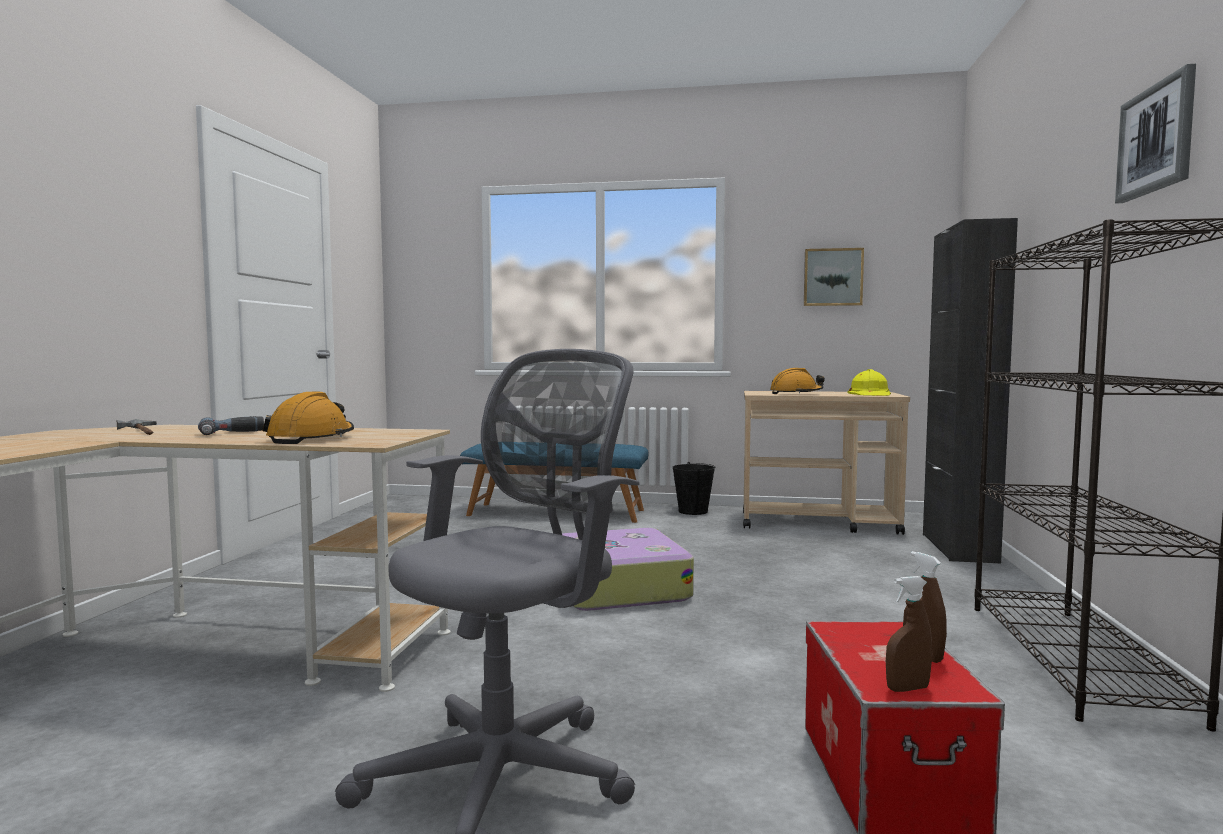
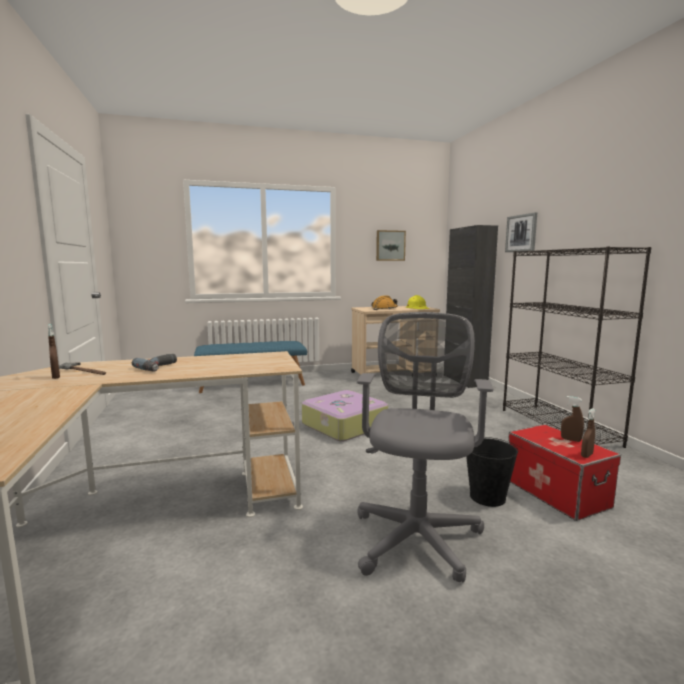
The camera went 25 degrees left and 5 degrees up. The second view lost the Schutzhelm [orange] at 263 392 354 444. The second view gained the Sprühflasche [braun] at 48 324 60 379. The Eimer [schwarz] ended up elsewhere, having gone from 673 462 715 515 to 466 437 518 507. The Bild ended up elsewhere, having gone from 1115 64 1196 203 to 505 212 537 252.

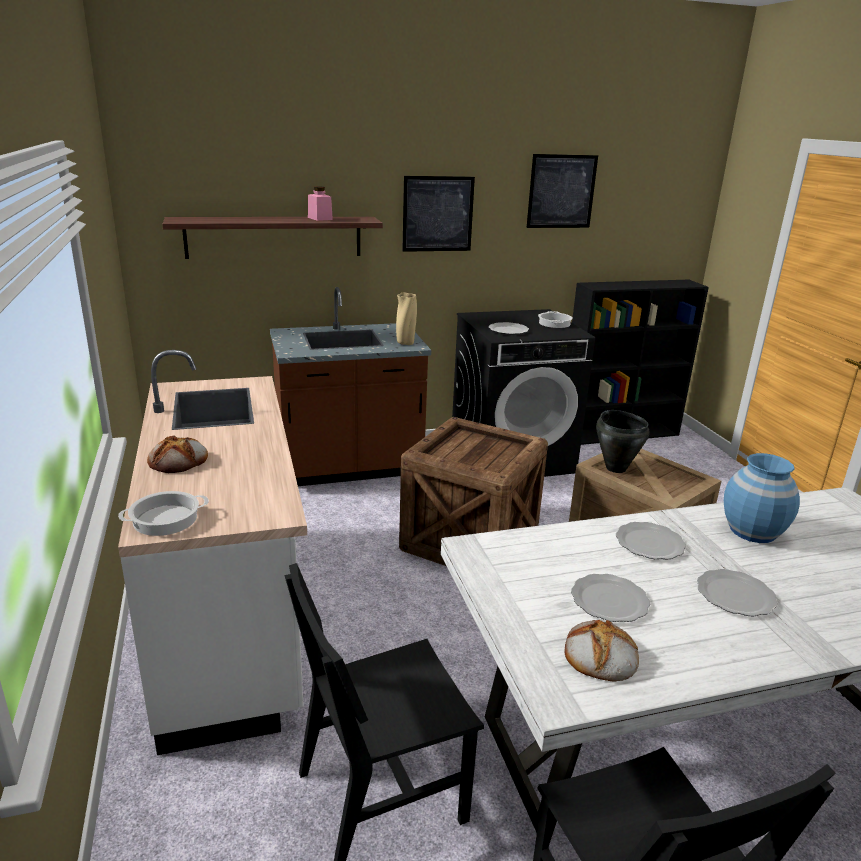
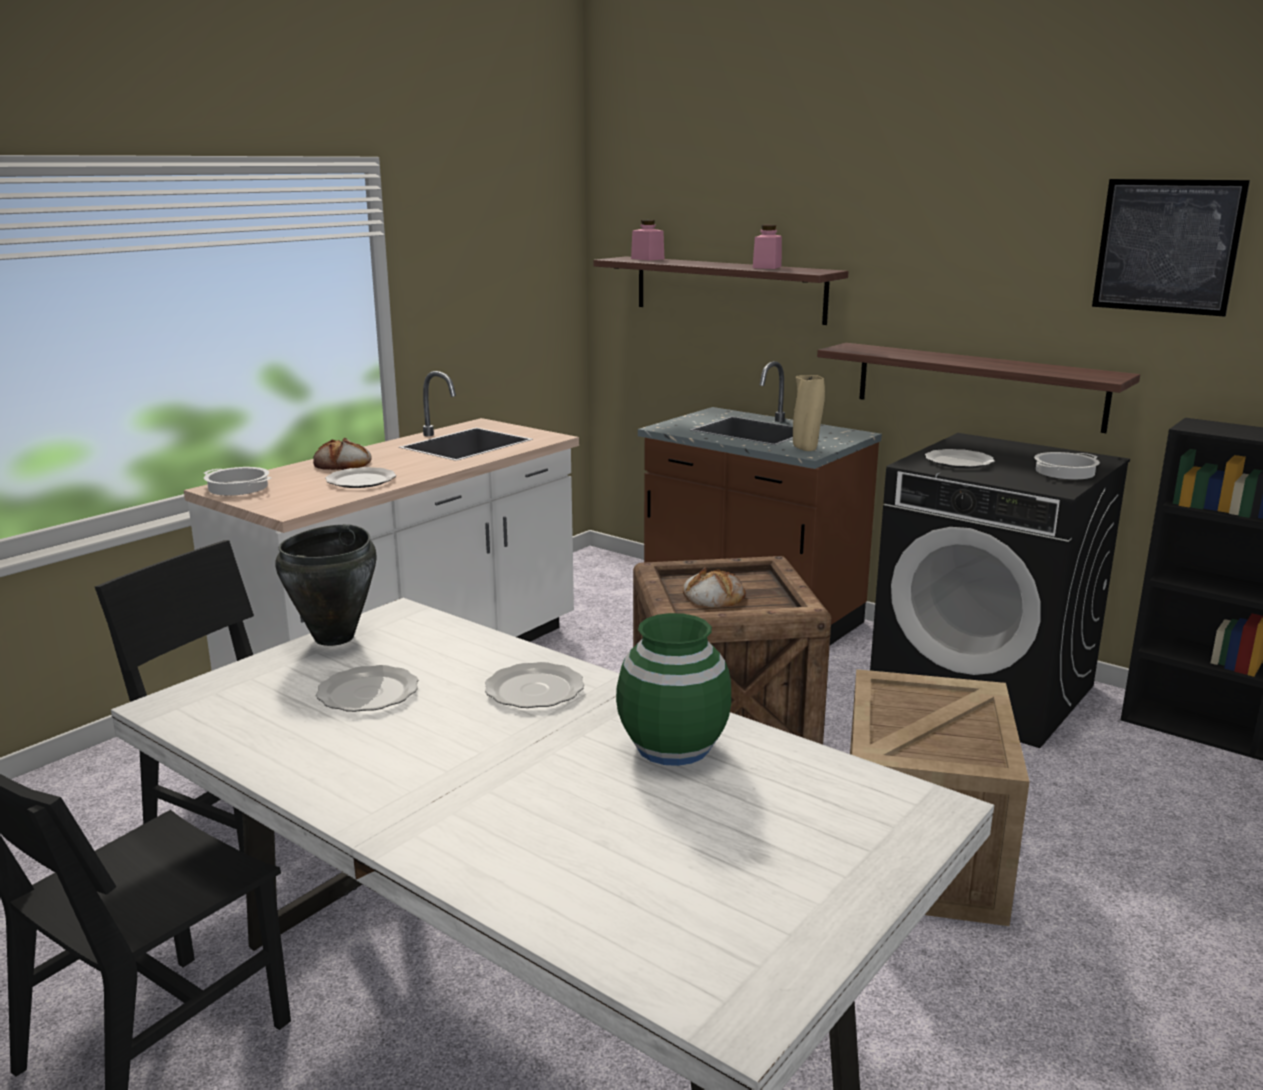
The camera went 55 degrees right and 5 degrees down. The second view lost the Bild at 402 176 475 252. The second view gained the Vorratsglas [rosa] at 631 220 664 261. The second view gained the Wandregal at 817 343 1140 433. The Brot ended up elsewhere, having gone from 565 620 639 682 to 683 567 746 608. The Kochtopf [schwarz] ended up elsewhere, having gone from 596 410 650 473 to 275 524 377 646. The Teller ended up elsewhere, having gone from 697 569 778 616 to 325 467 396 488. What was the Vase [blau] at 724 453 800 543 turned into the Vase [grün] at 616 613 731 766.

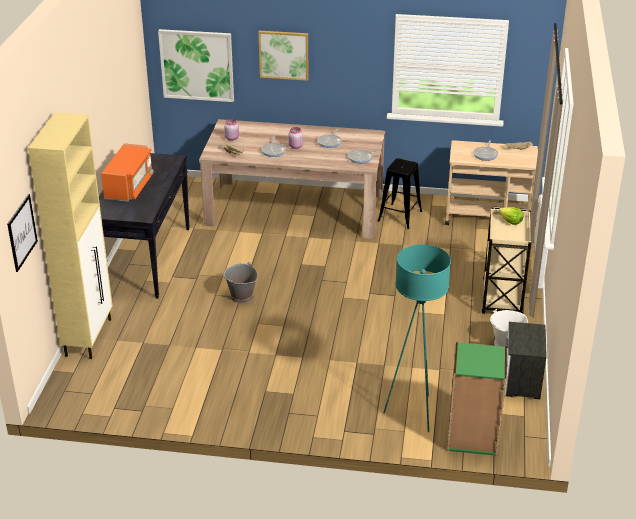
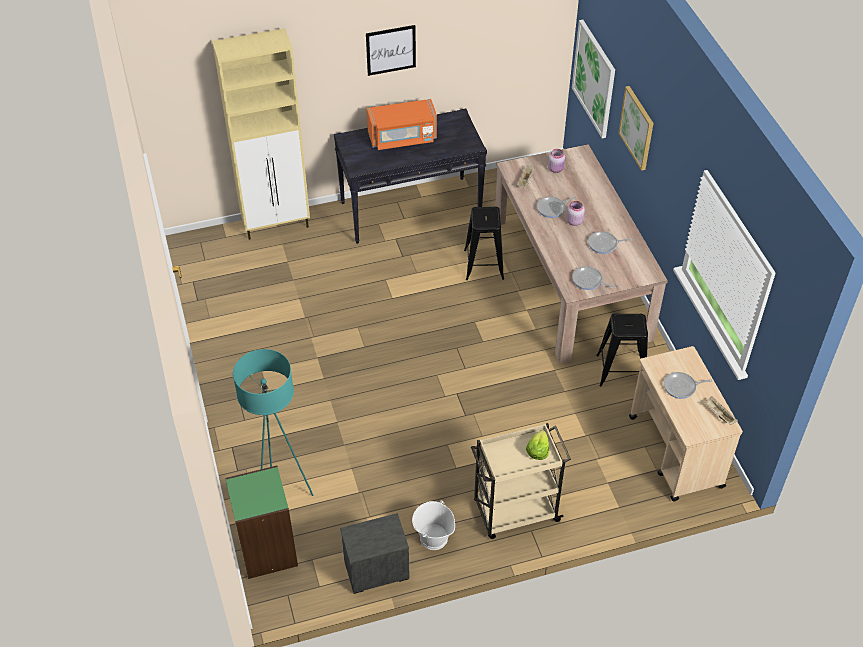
The camera went 65 degrees right and 15 degrees up. The second view lost the Eimer [grau] at 223 262 258 303. The second view gained the Hocker [schwarz] at 464 207 504 280. The Bild ended up elsewhere, having gone from 7 194 38 272 to 366 25 416 76.

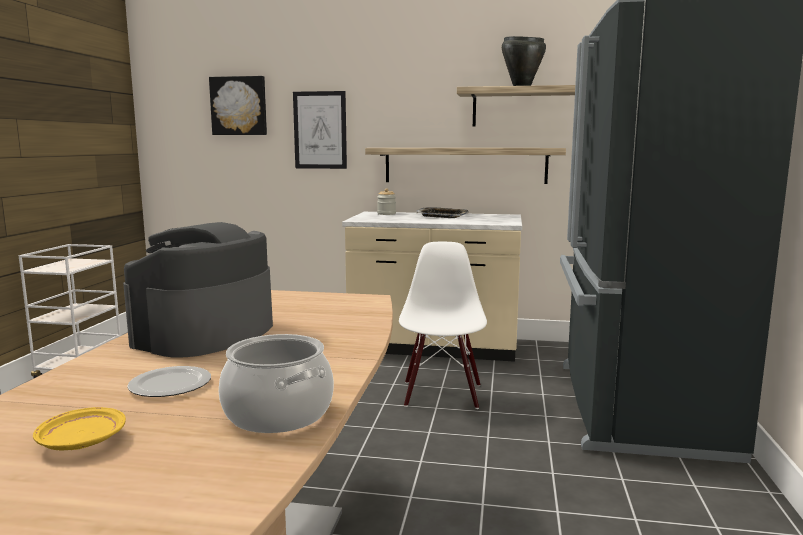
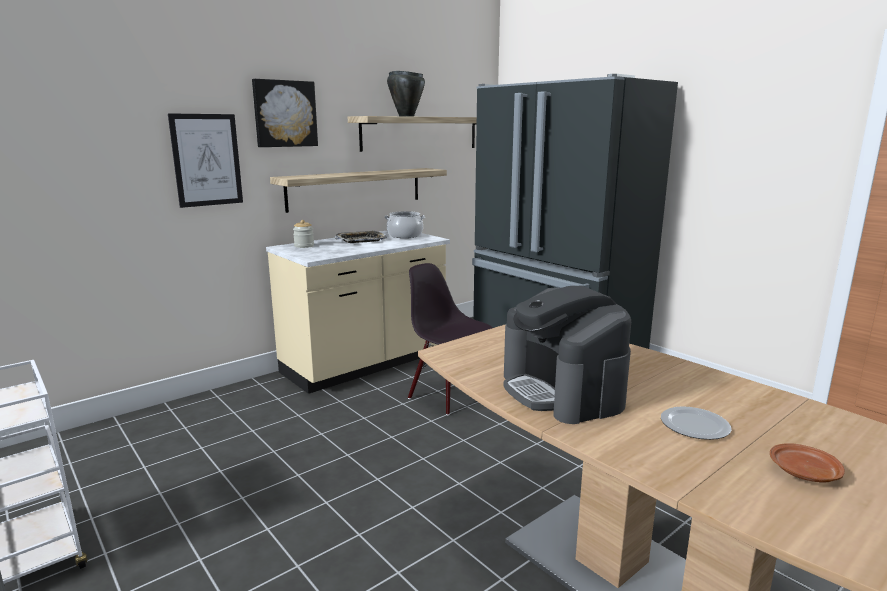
The camera went 50 degrees left and 5 degrees up. The Bild ended up elsewhere, having gone from 209 76 267 135 to 252 79 318 147. The Kochtopf ended up elsewhere, having gone from 219 334 334 433 to 384 211 425 238. What was the Teller [gelb] at 33 407 126 450 turned into the Teller [braun] at 770 443 845 482. What was the Stuhl [weiß] at 399 242 487 409 turned into the Stuhl [schwarz] at 408 263 493 415.

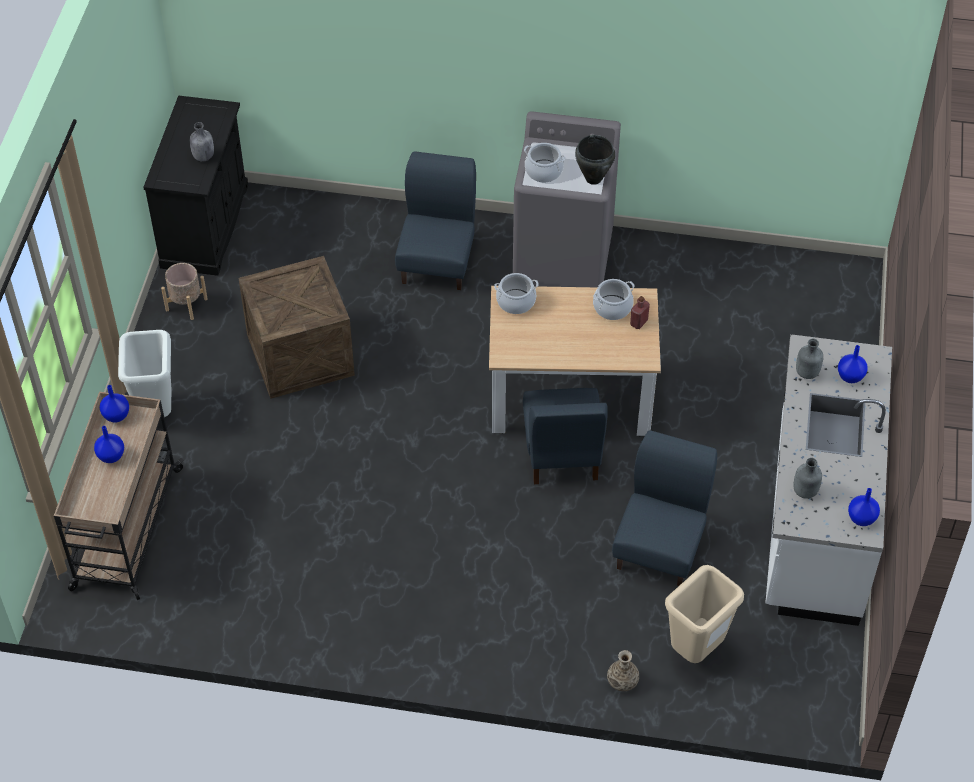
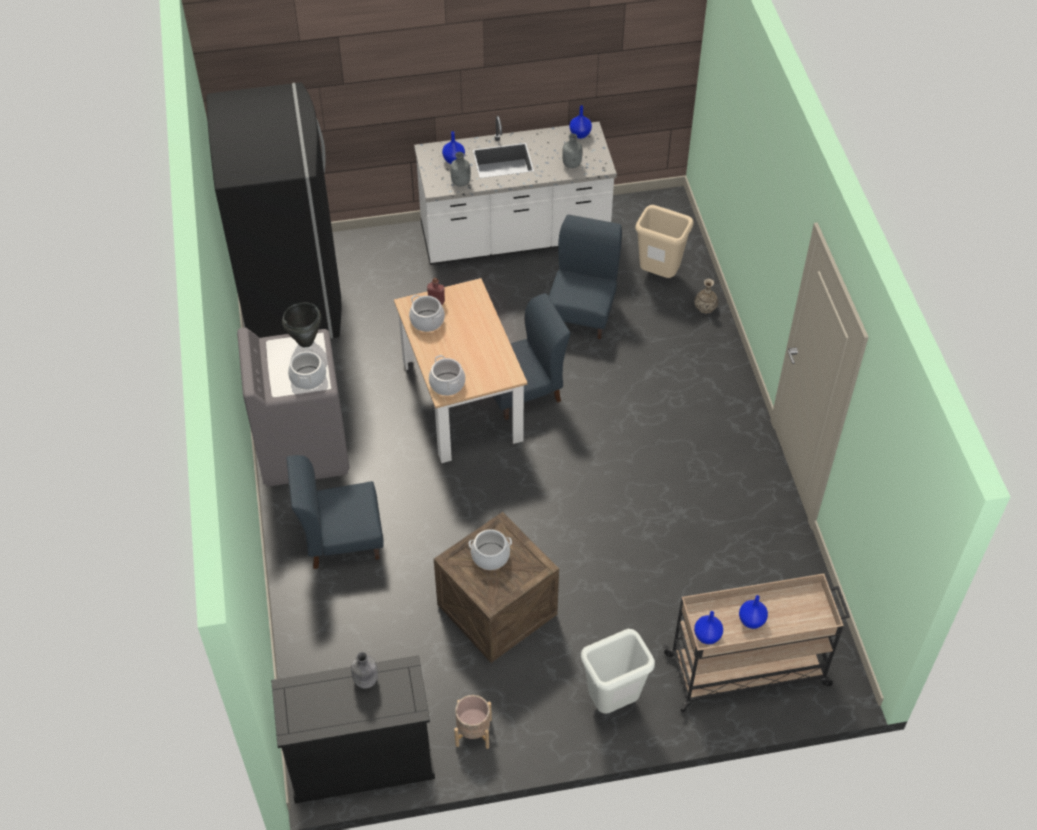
The camera went 110 degrees left and 0 degrees up. The second view gained the Kühlschrank [schwarz] at 207 82 342 339. The second view gained the Kochtopf at 469 529 512 570. The Stuhl [blau] at 612 430 717 586 ended up facing another way, 105 degrees clockwise from before.

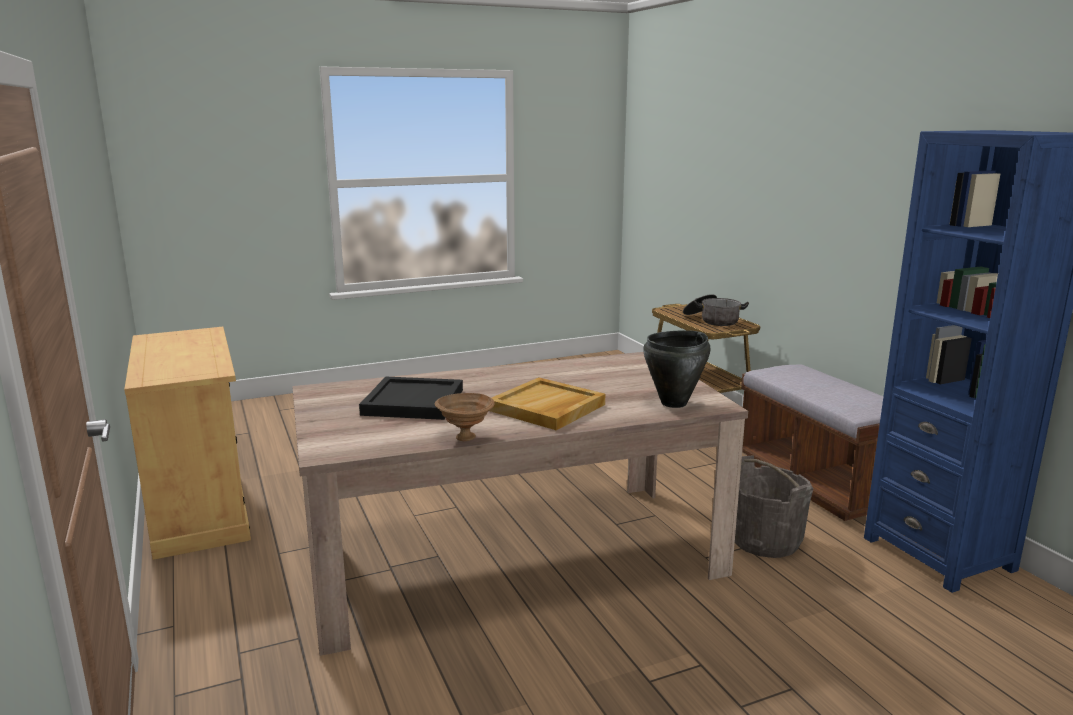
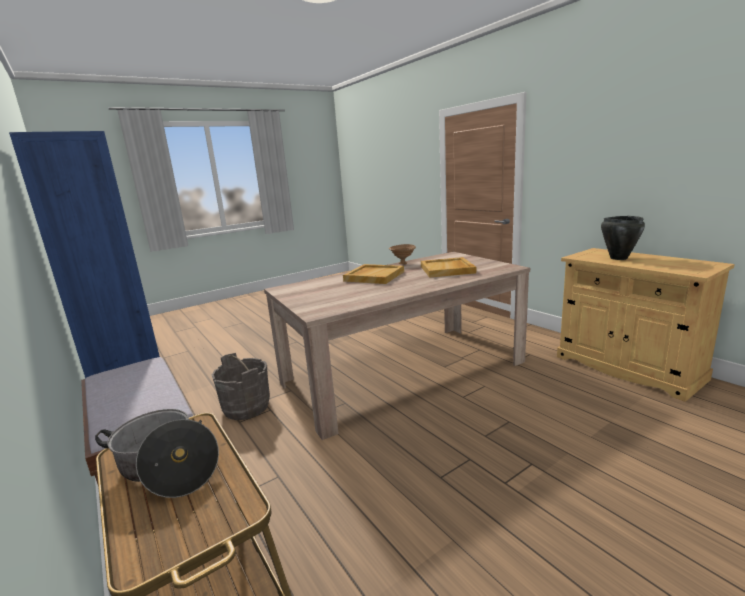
The camera went 170 degrees right and 0 degrees up. The Kochtopf [schwarz] ended up elsewhere, having gone from 643 330 710 408 to 601 216 645 260. What was the Tablett [schwarz] at 359 377 463 420 turned into the Tablett [beige] at 421 257 476 277.

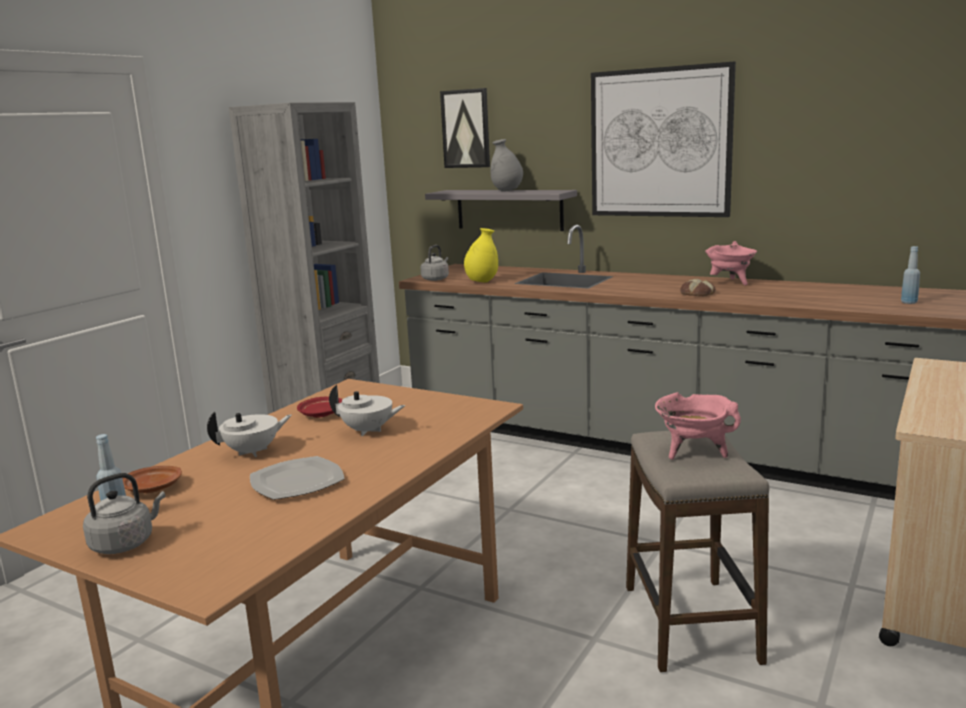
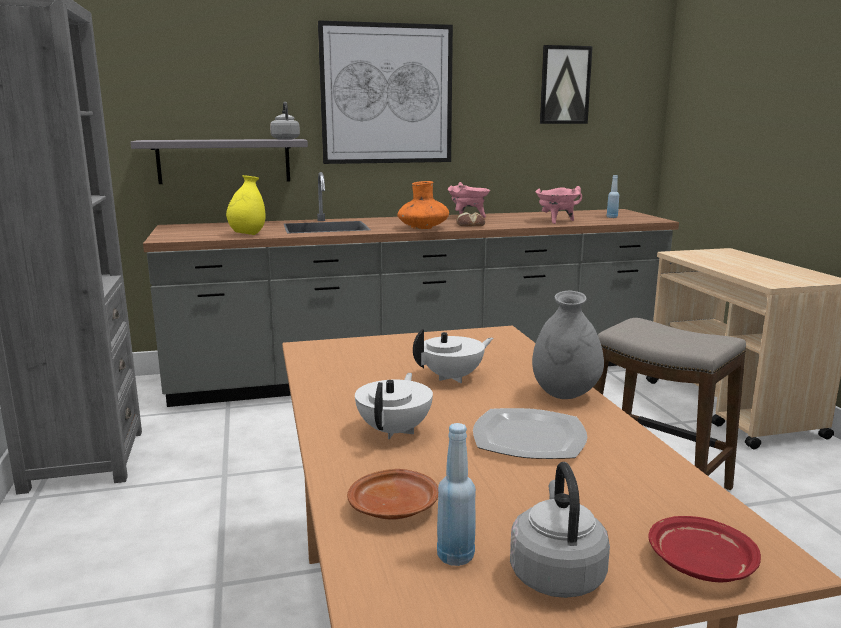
The camera went 45 degrees left and 0 degrees up. The second view gained the Vase [orange] at 397 181 449 229. The Teller [rot] ended up elsewhere, having gone from 297 396 343 418 to 648 516 761 582. The Wasserkessel [grau] ended up elsewhere, having gone from 420 245 449 281 to 270 102 300 140. The Bild ended up elsewhere, having gone from 440 88 490 168 to 540 45 593 124. The Vase [grau] ended up elsewhere, having gone from 491 139 523 192 to 532 290 604 399. The Kochtopf [rosa] ended up elsewhere, having gone from 655 392 741 460 to 536 186 582 224.

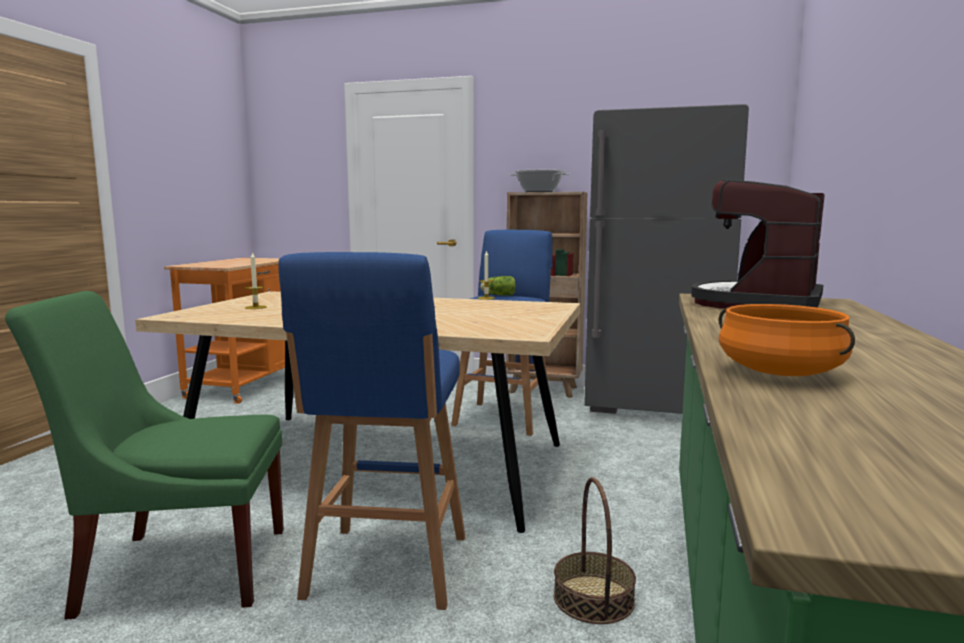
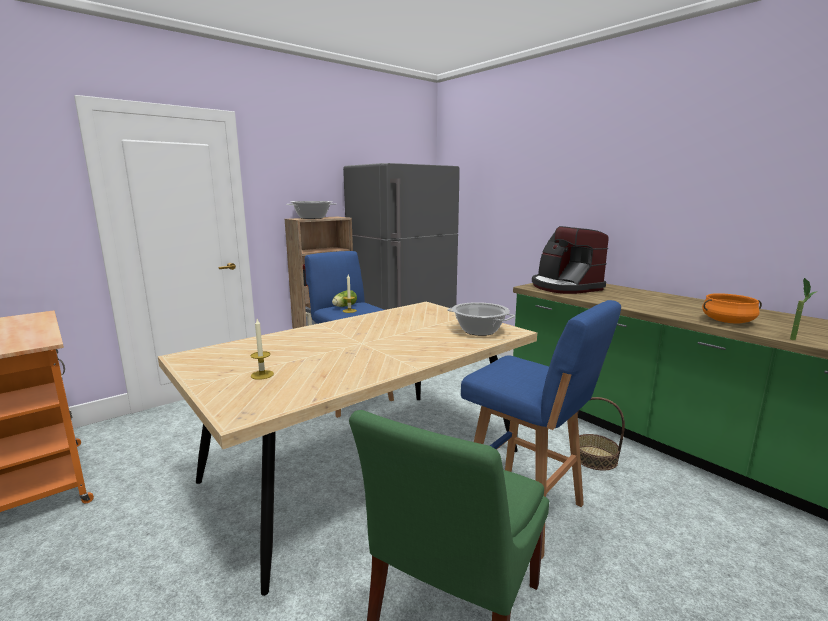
The camera went 55 degrees left and 5 degrees up. The second view gained the Kochtopf at 447 302 515 336. The second view gained the Topfpflanze at 790 278 817 340.

